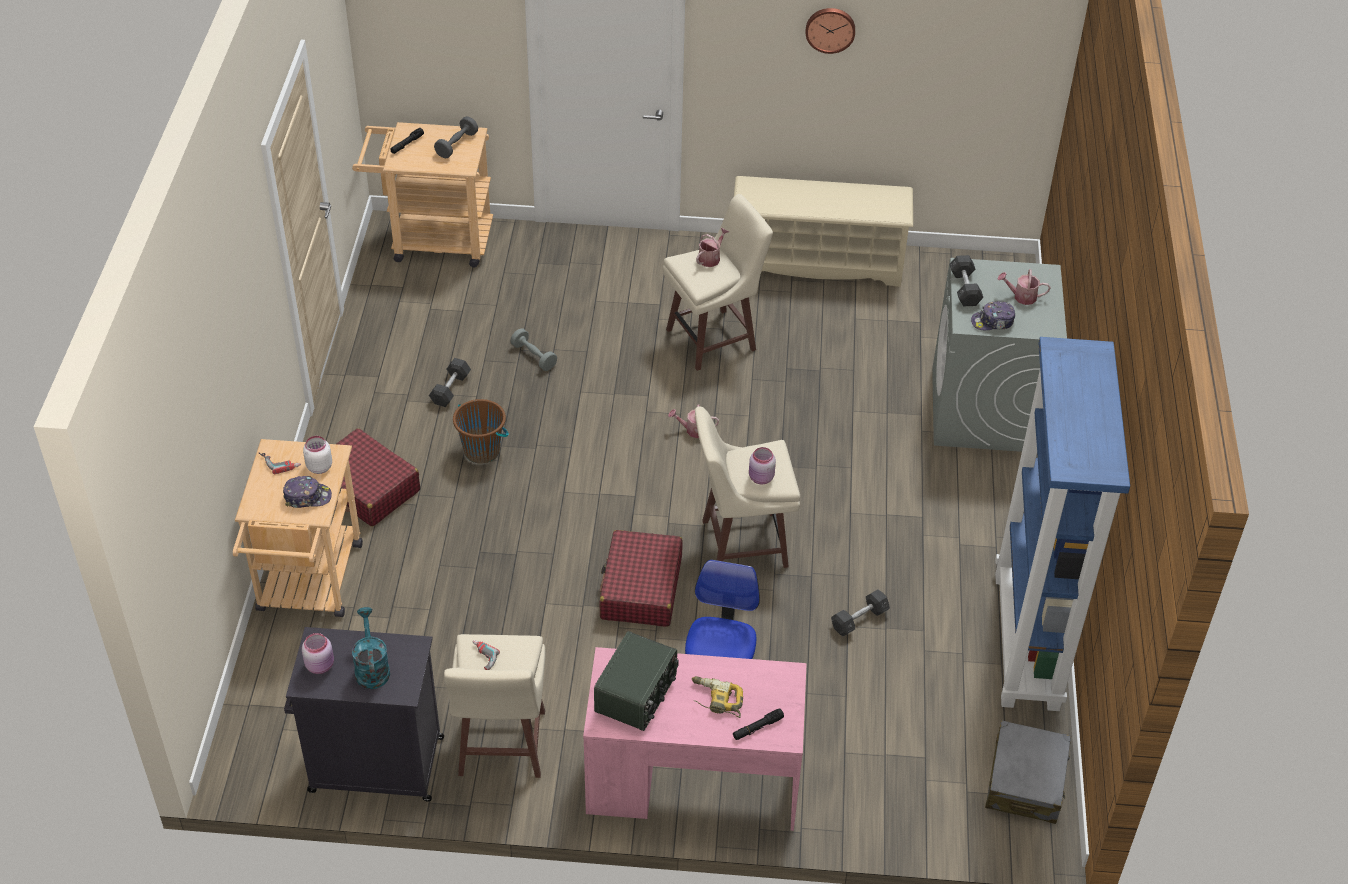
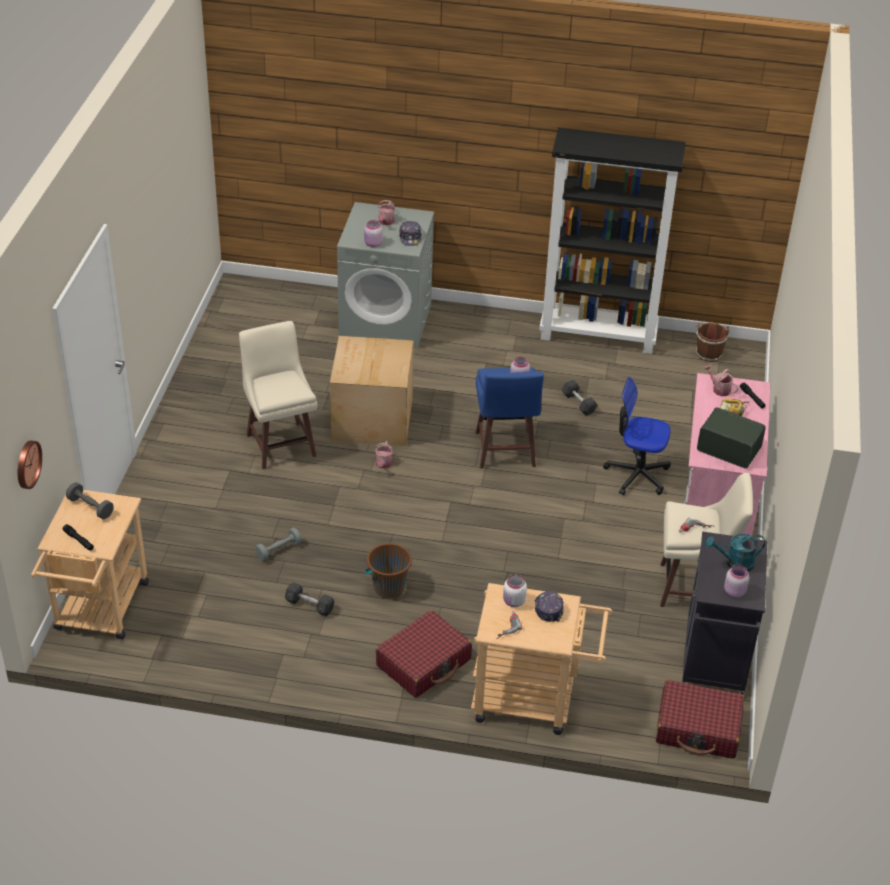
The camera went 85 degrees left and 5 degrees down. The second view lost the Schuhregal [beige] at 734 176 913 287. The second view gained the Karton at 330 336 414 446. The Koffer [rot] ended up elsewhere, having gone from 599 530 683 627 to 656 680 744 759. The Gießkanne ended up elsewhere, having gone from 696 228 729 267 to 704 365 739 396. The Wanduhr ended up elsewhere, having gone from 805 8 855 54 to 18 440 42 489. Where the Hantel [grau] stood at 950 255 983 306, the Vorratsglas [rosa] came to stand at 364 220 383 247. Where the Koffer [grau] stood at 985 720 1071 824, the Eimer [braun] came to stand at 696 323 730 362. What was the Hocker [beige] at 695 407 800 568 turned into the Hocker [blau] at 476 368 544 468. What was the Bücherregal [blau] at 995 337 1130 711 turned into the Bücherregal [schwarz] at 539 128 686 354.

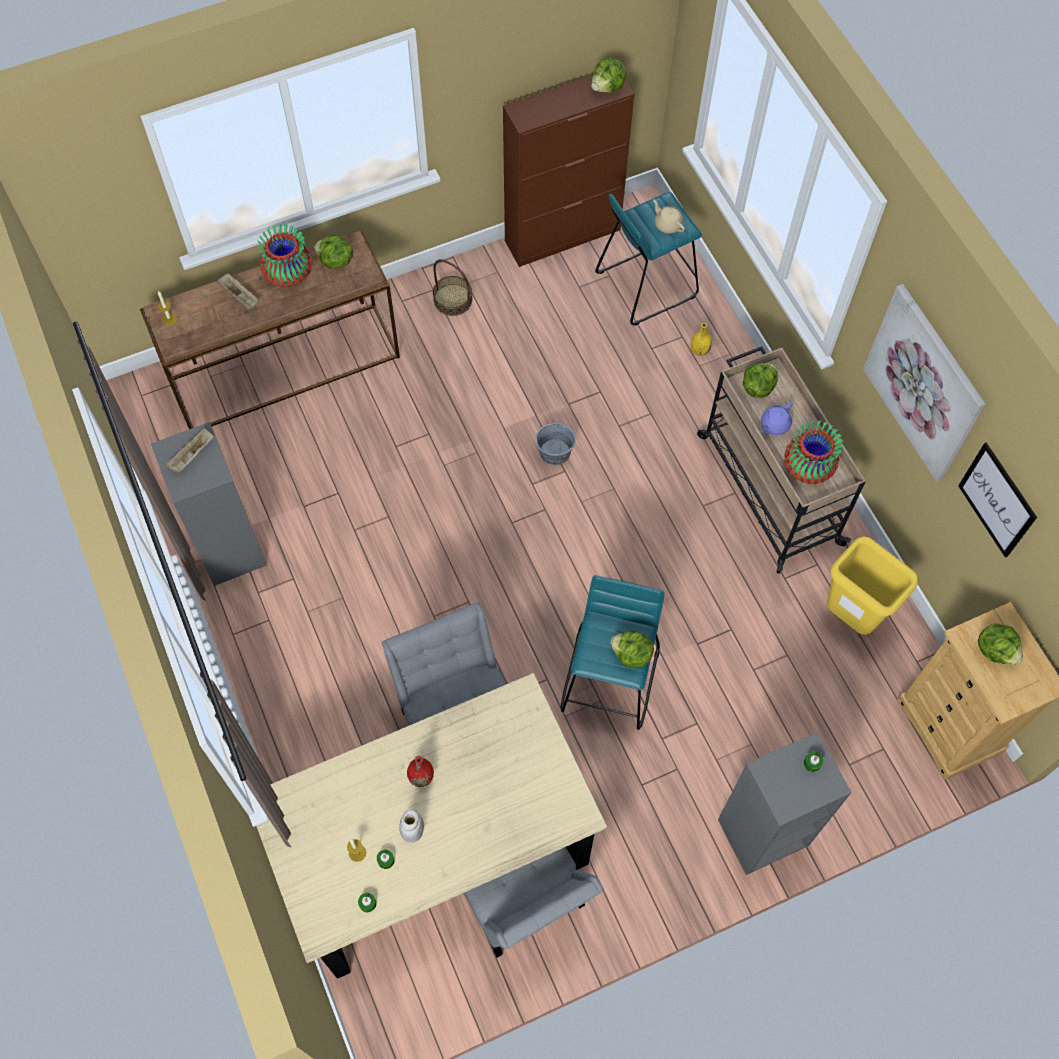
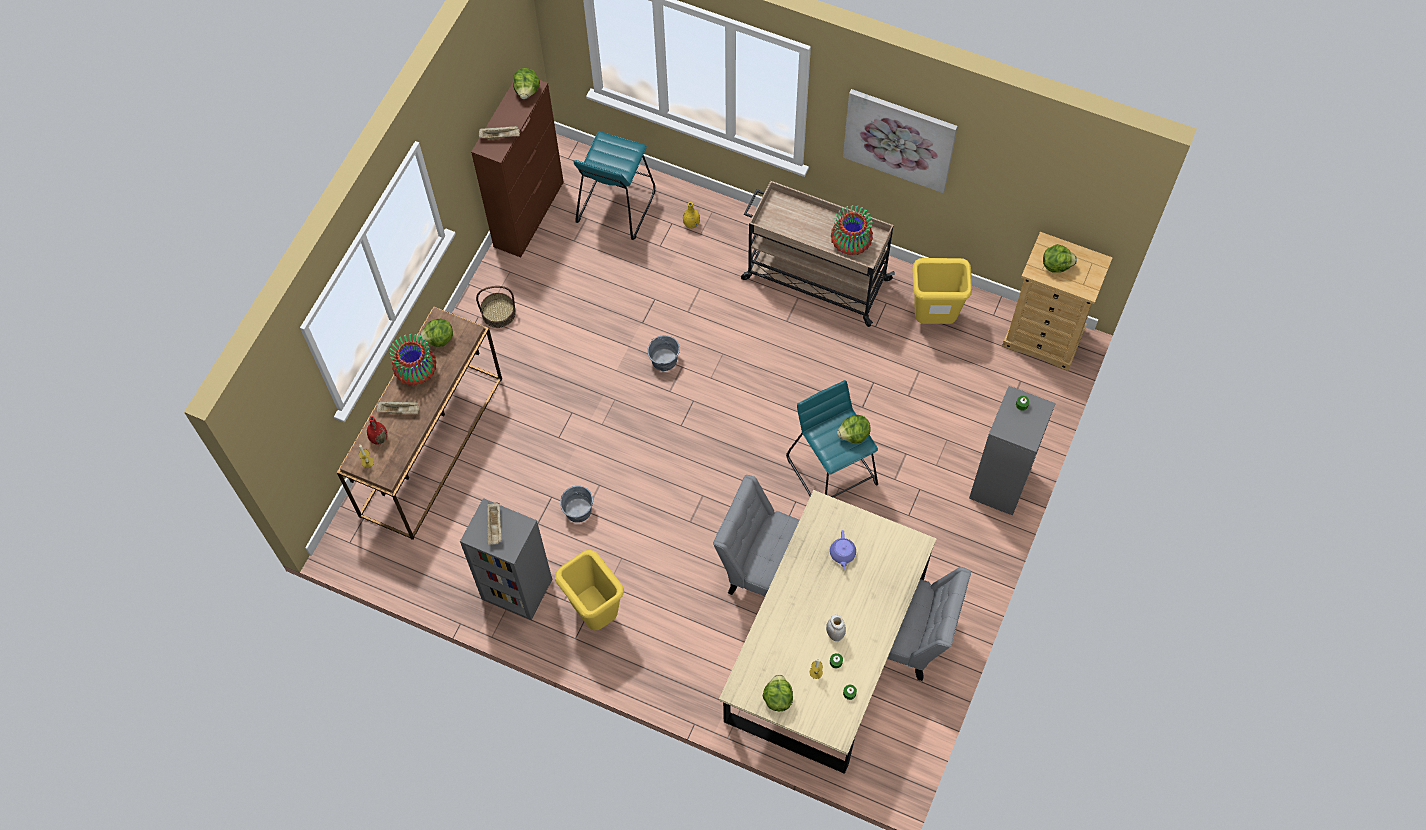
The camera went 40 degrees left and 0 degrees up. The second view lost the Teekanne [beige] at 653 199 685 234. The second view lost the Bild at 958 442 1037 558. The second view gained the Tablett [beige] at 479 125 520 139. The second view gained the Mülleimer [gelb] at 555 550 624 630. The second view gained the Eimer [grau] at 560 486 593 523. The Vase [rot] ended up elsewhere, having gone from 407 756 434 787 to 367 416 387 445. The Salatkopf ended up elsewhere, having gone from 743 363 778 398 to 763 675 793 711. The Teekanne [lila] ended up elsewhere, having gone from 761 402 792 435 to 830 530 856 569.

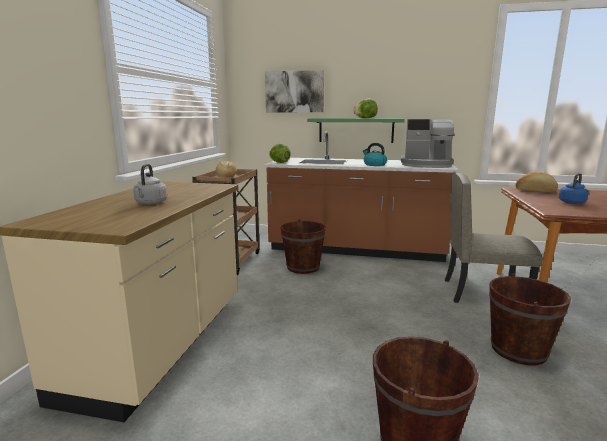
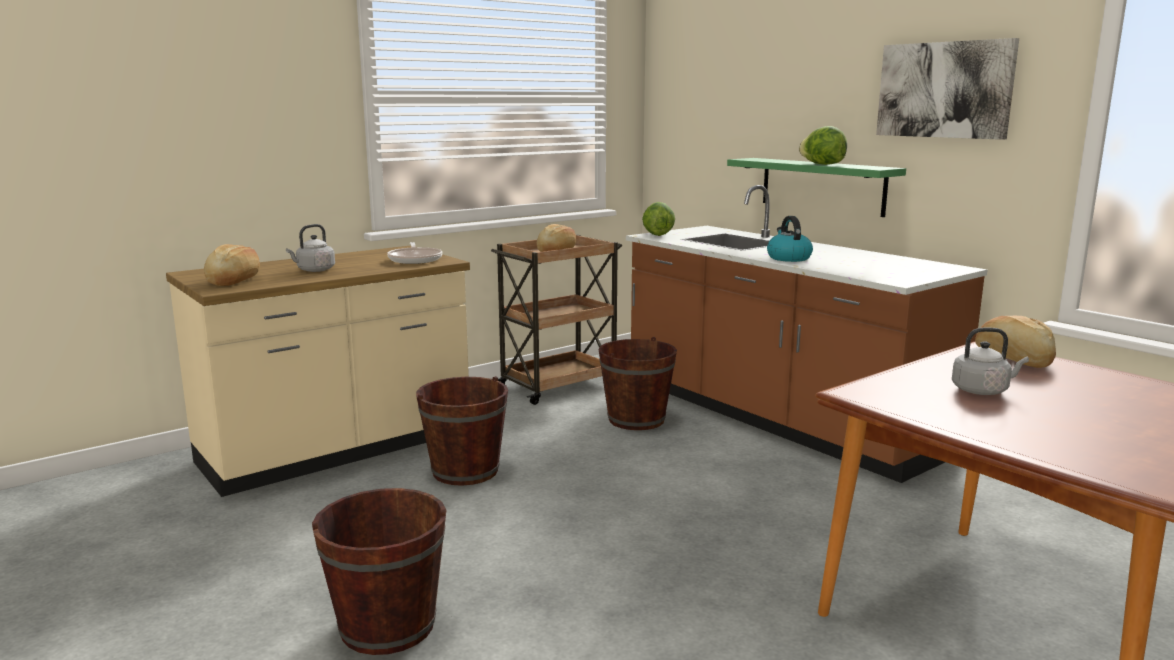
The camera went 40 degrees right and 0 degrees up. The second view lost the Kaffeemaschine at 401 119 455 168. The second view lost the Stuhl [beige] at 445 173 542 303. The second view gained the Brot at 204 244 260 286. The second view gained the Pfanne at 387 242 442 264. The Bild ended up elsewhere, having gone from 265 70 324 112 to 876 38 1019 140. The Eimer [braun] ended up elsewhere, having gone from 489 273 571 366 to 416 376 508 486. What was the Wasserkessel [blau] at 559 173 589 204 turned into the Wasserkessel [grau] at 952 328 1029 395.

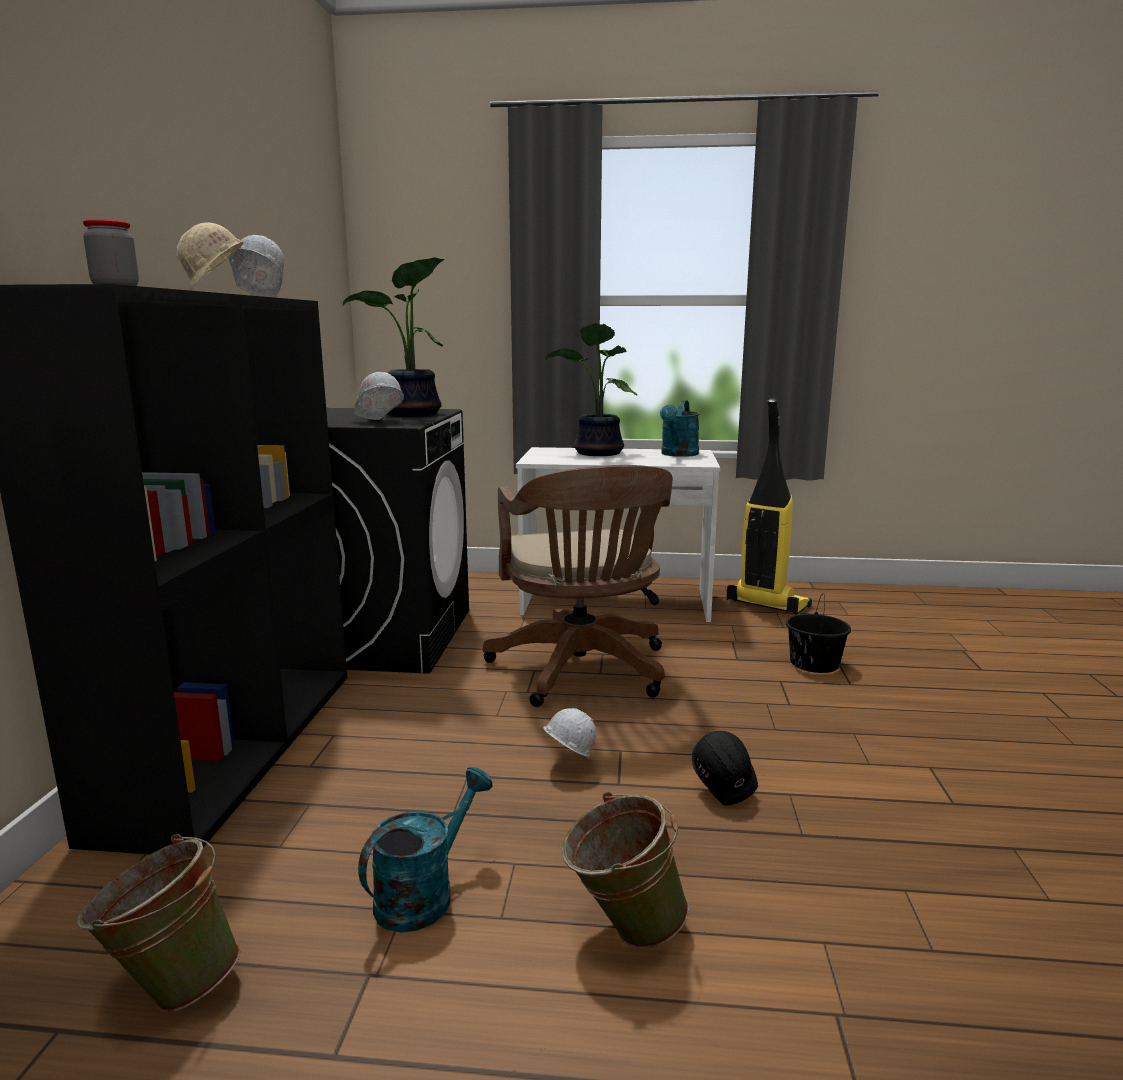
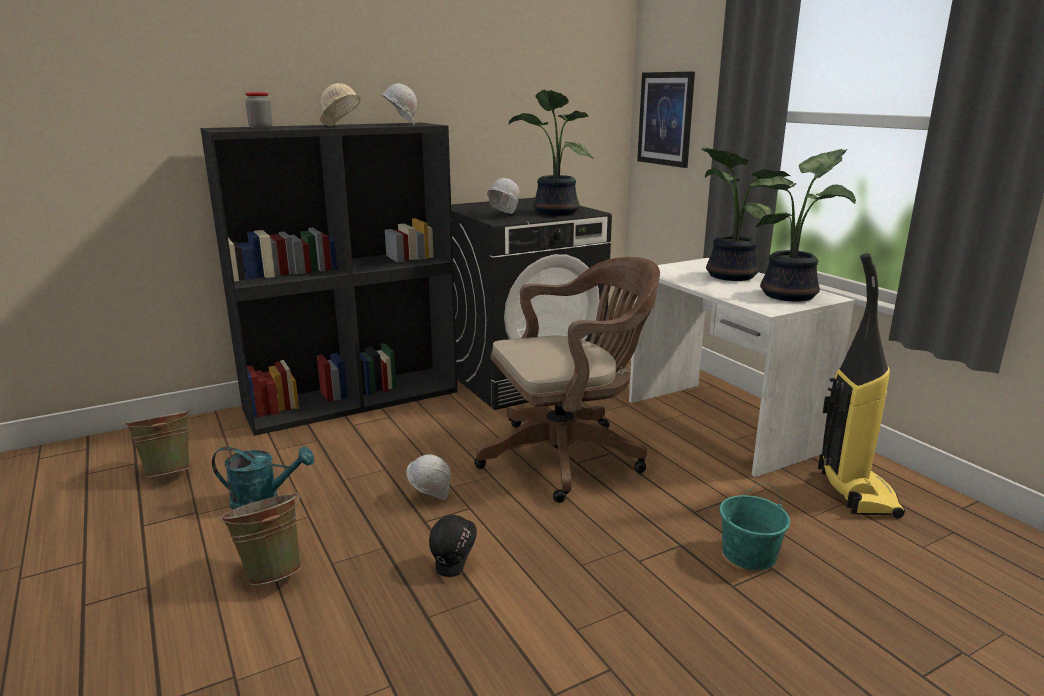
The camera went 55 degrees right and 5 degrees up. The second view gained the Bild at 637 72 695 168. Where the Gießkanne [türkis] stood at 660 400 699 457, the Topfpflanze came to stand at 750 149 856 302. What was the Eimer [schwarz] at 786 593 851 673 turned into the Eimer [türkis] at 719 483 790 570. The Bürostuhl [braun] at 483 465 673 707 ended up facing another way, 150 degrees counterclockwise from before.

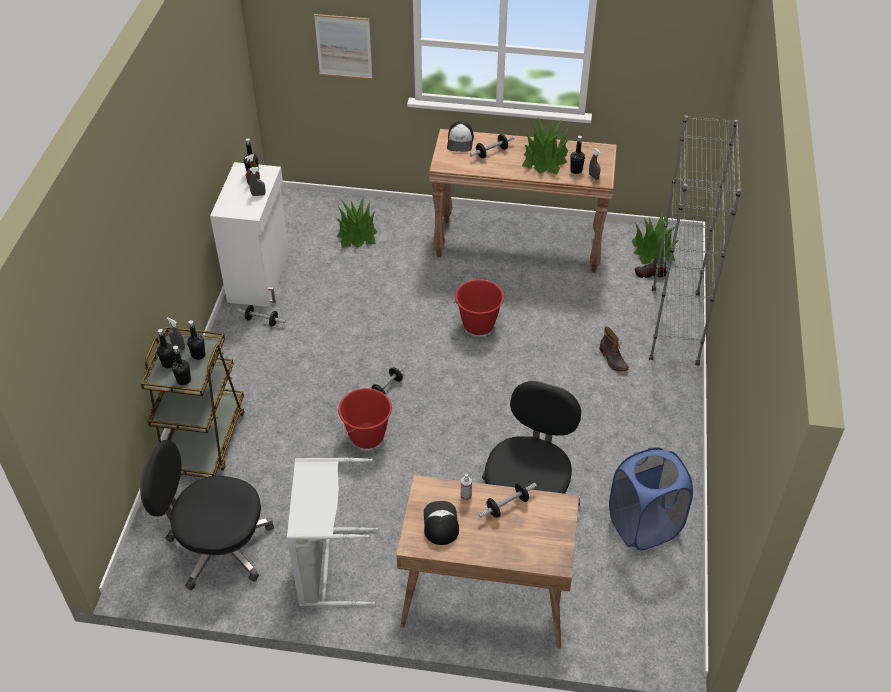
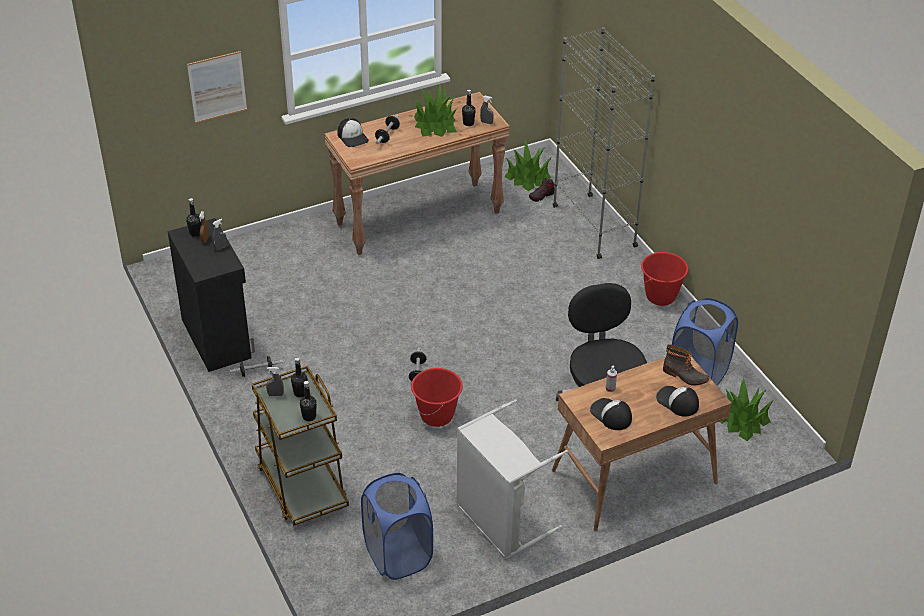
The camera went 35 degrees left and 5 degrees down. The second view lost the Flasche [schwarz] at 157 329 176 368. The second view lost the Hantel at 478 483 537 518. The second view gained the Kappe at 656 386 699 417. The Topfpflanze ended up elsewhere, having gone from 336 196 377 248 to 720 378 773 441. The Eimer [rot] ended up elsewhere, having gone from 454 280 504 335 to 641 252 688 306. The Stiefel ended up elsewhere, having gone from 600 326 629 372 to 663 344 709 385. Where the Bürostuhl [schwarz] stood at 140 440 274 591, the Wäschekorb [blau] came to stand at 361 473 433 580. What was the Schrank [weiß] at 210 162 289 307 turned into the Schrank [schwarz] at 168 218 255 372.

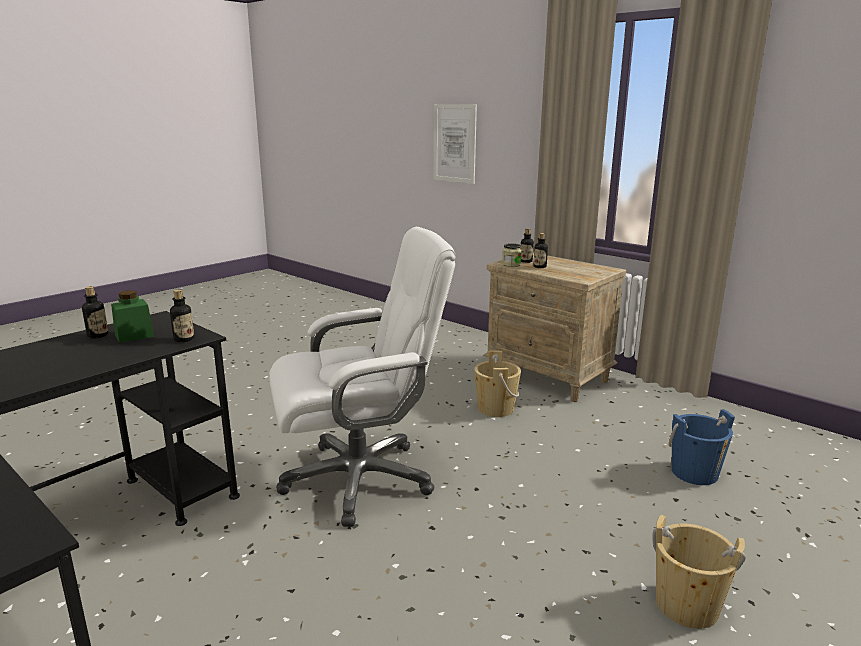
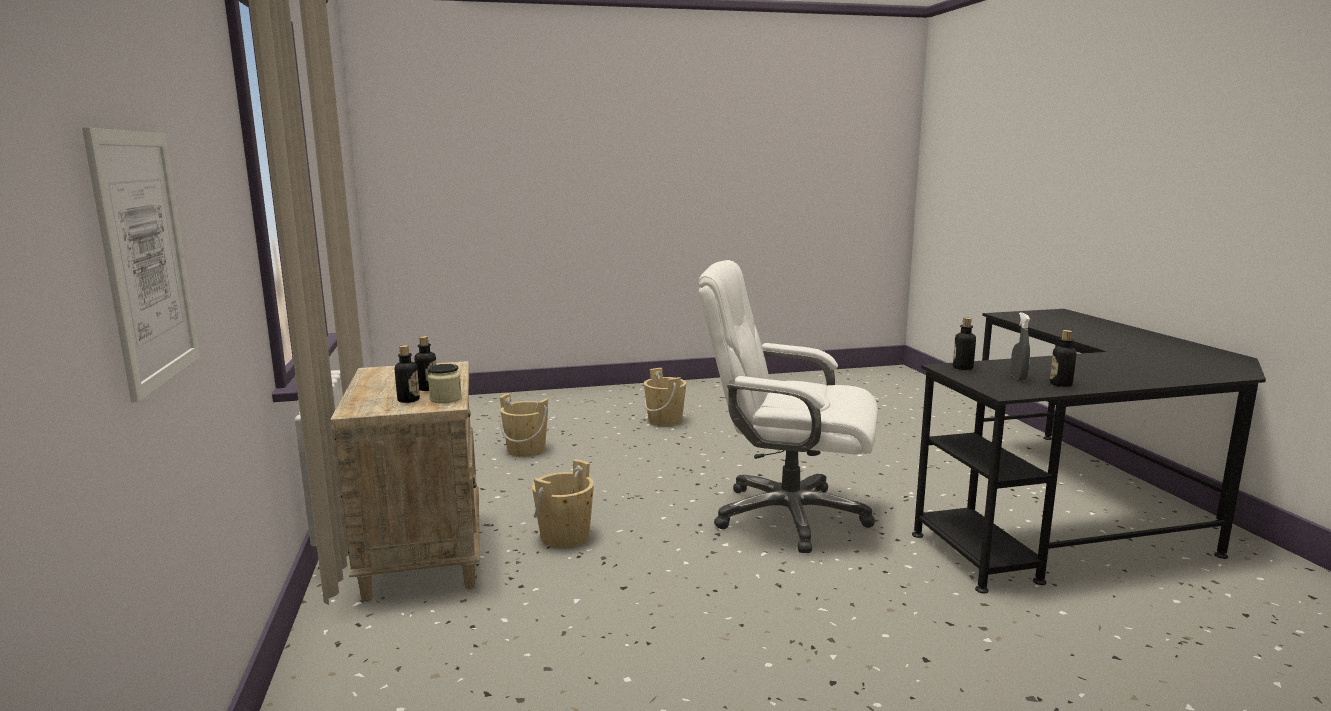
The camera went 145 degrees left and 5 degrees down. Where the Vorratsglas [grün] stood at 111 290 154 343, the Sprühflasche [grau] came to stand at 1010 312 1030 381. What was the Eimer [blau] at 669 409 735 485 turned into the Eimer [beige] at 499 393 548 457.

